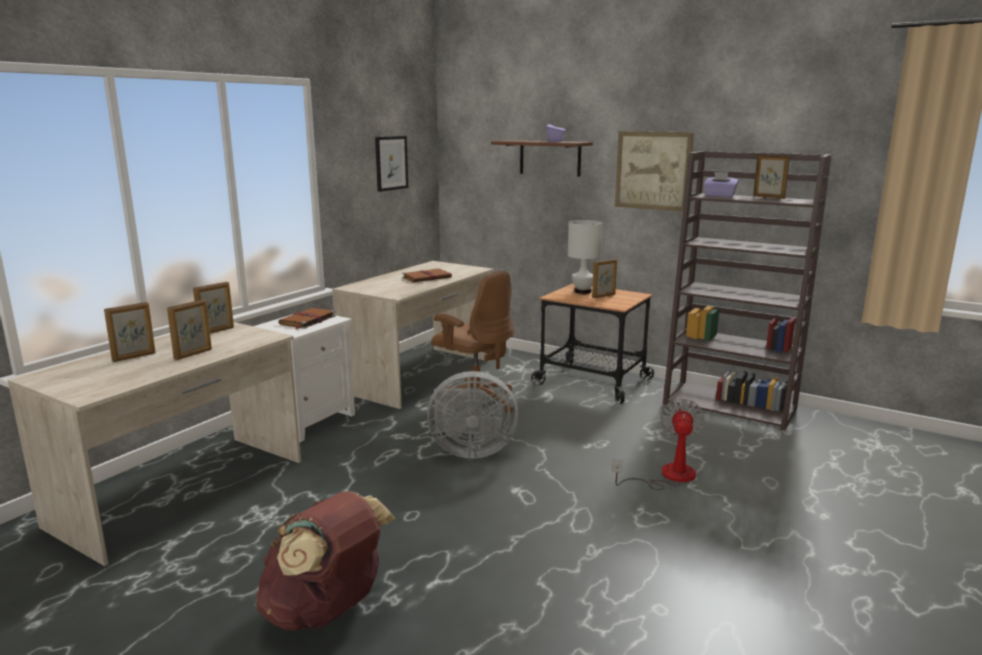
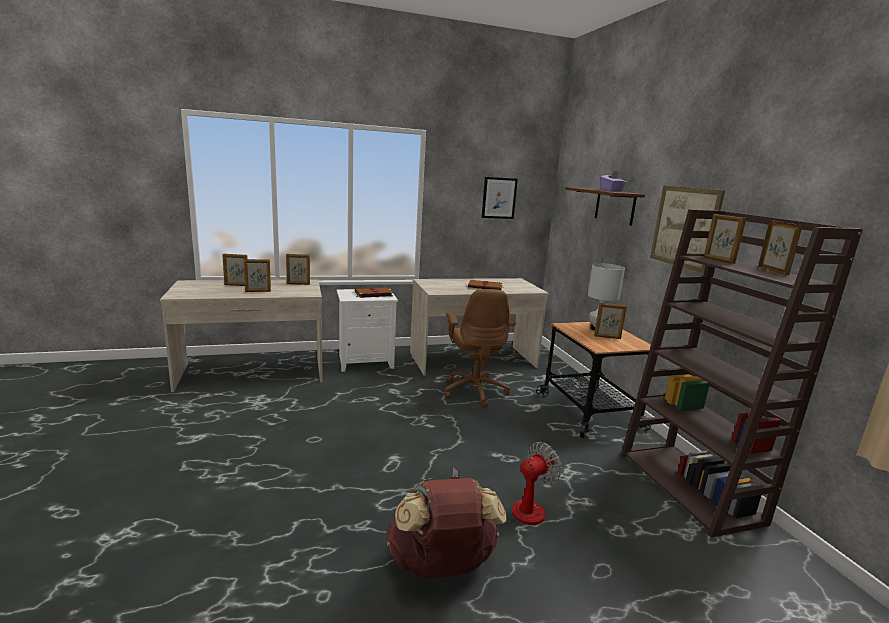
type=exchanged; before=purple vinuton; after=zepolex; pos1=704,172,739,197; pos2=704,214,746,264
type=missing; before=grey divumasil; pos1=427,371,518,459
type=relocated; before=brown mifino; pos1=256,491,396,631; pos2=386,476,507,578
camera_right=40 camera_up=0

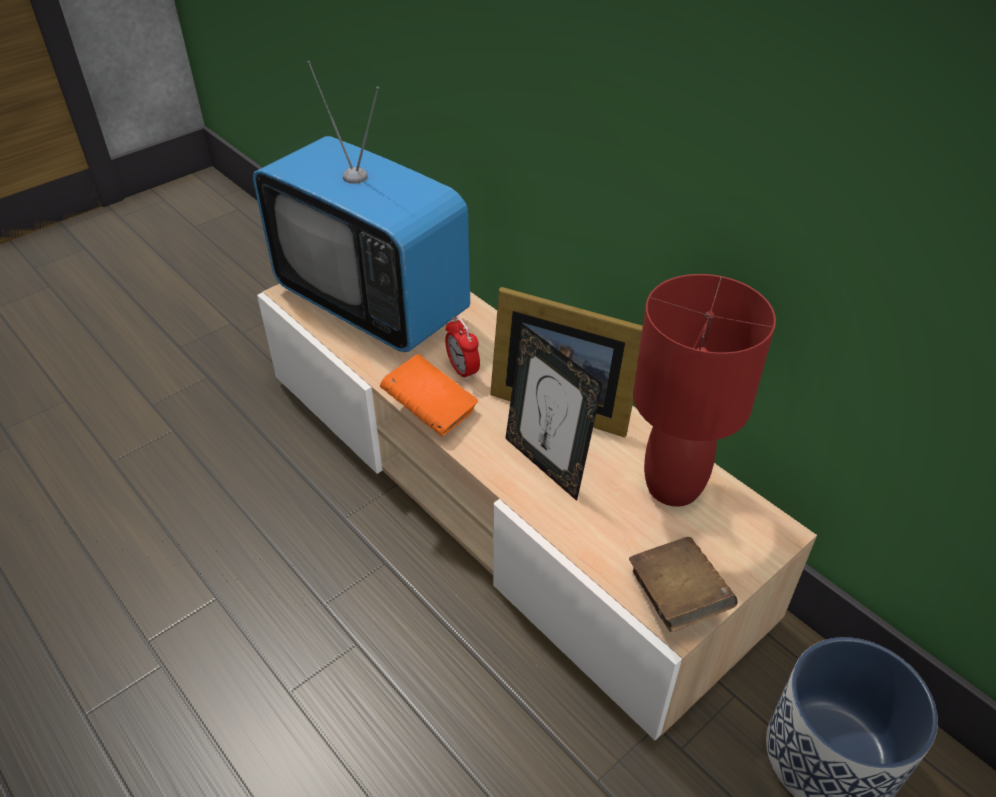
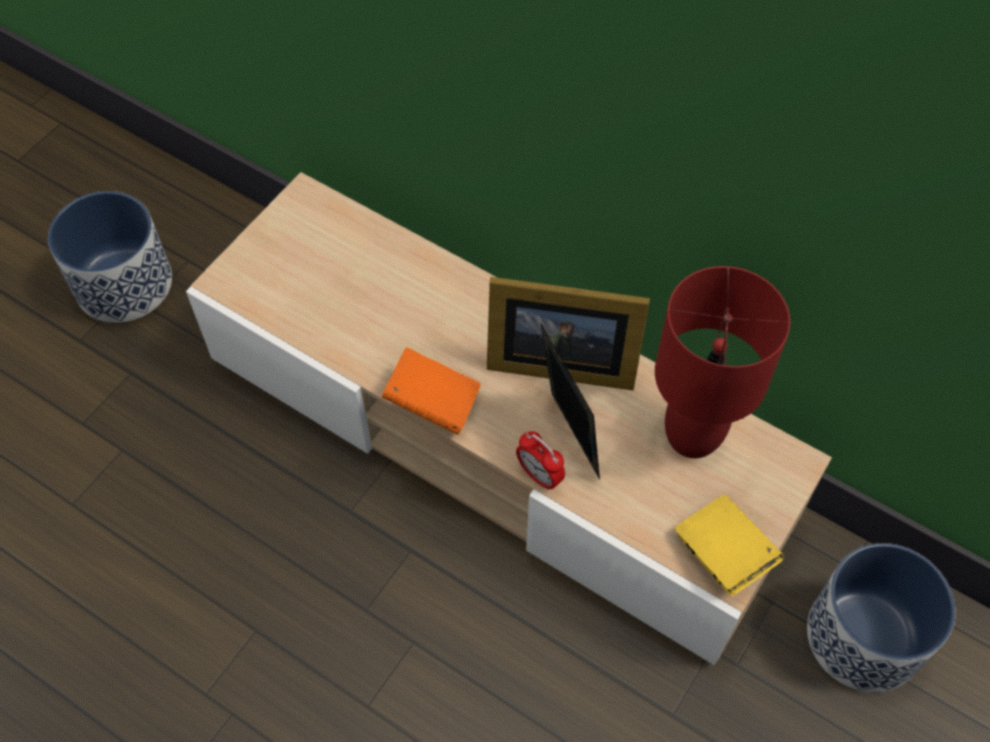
type=missing; before=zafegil; pos1=253,61,470,352
type=relocated; before=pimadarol; pos1=445,316,480,381; pos2=516,431,565,491
type=spun; before=zepolex; pos1=505,323,603,501; pos2=541,324,600,480; turn=-150
type=colour; before=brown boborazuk; after=yellow boborazuk; pos1=629,537,738,632; pos2=675,495,784,596
type=appeared; after=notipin; pos2=48,191,172,323
camera_right=-15 camera_up=15

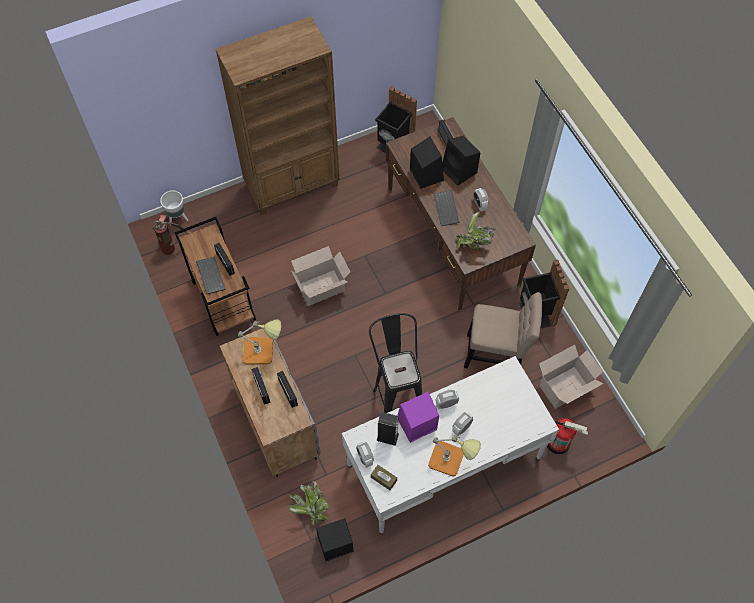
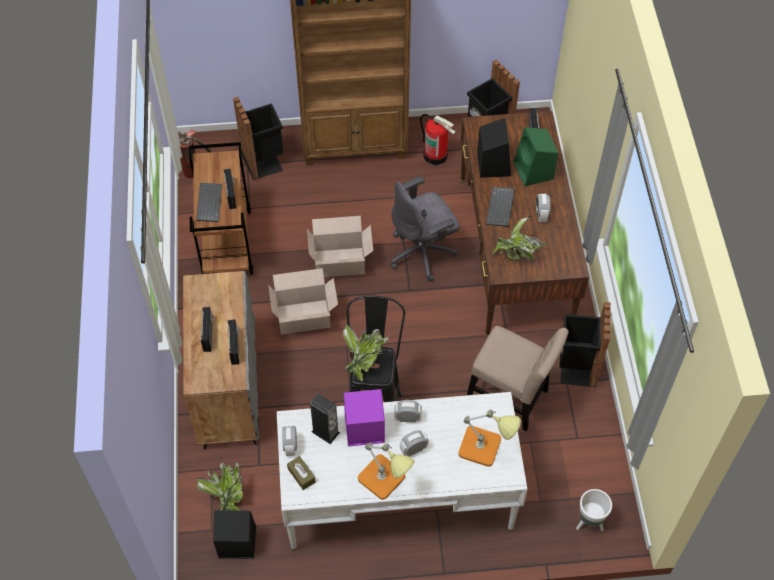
type=colour; before=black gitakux; after=green gitakux; pos1=442,136,480,186; pos2=513,127,558,186
type=relocated; before=white notipin; pos1=160,190,188,225; pos2=576,489,612,531
type=relocated; before=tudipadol; pos1=238,319,281,364; pos2=458,410,521,467
type=relocated; before=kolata; pos1=539,345,603,409; pos2=269,268,338,335
type=relocated; before=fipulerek; pos1=547,418,588,455; pos2=420,114,455,165
type=appeared; after=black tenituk; pos2=233,97,283,180
type=appeared; after=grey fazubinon; pos2=391,176,460,281
type=appeared; after=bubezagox; pos2=343,324,389,382
camera_right=20 camera_up=-5

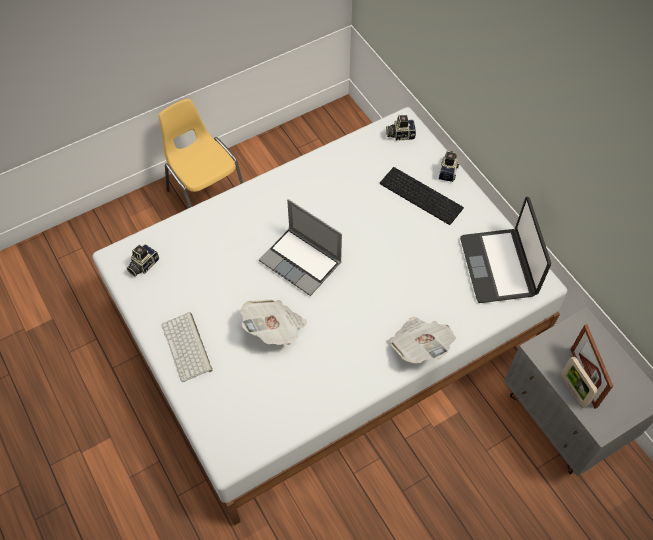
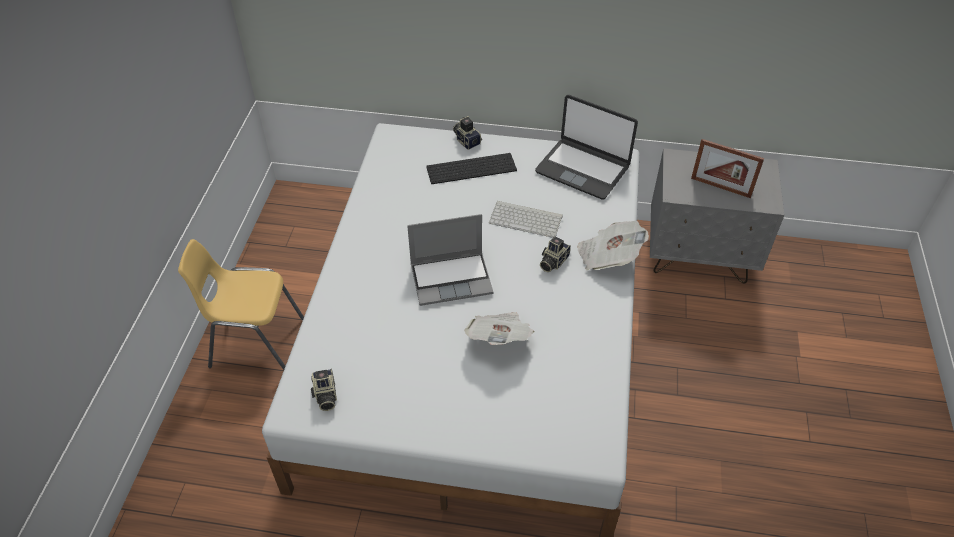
type=relocated; before=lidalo; pos1=386,115,416,141; pos2=540,236,571,272
type=relocated; before=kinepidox; pos1=161,312,213,382; pos2=489,200,562,238
type=missing; before=zepolex; pos1=561,356,598,408
camera_right=-50 camera_up=-10

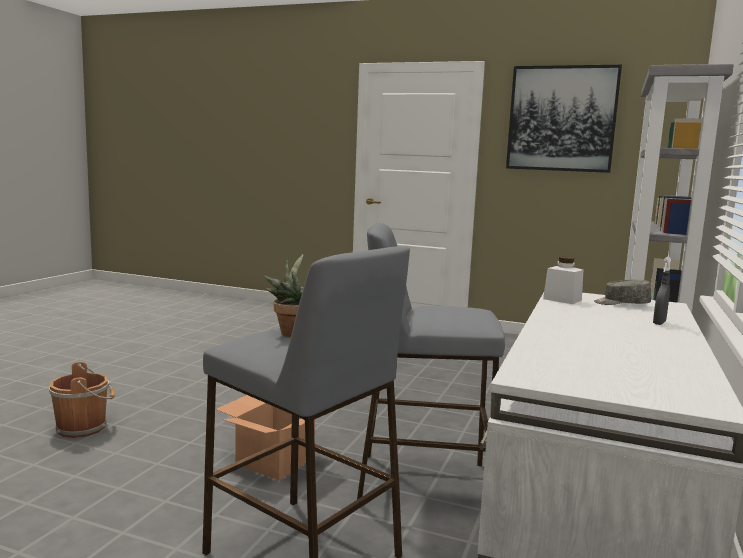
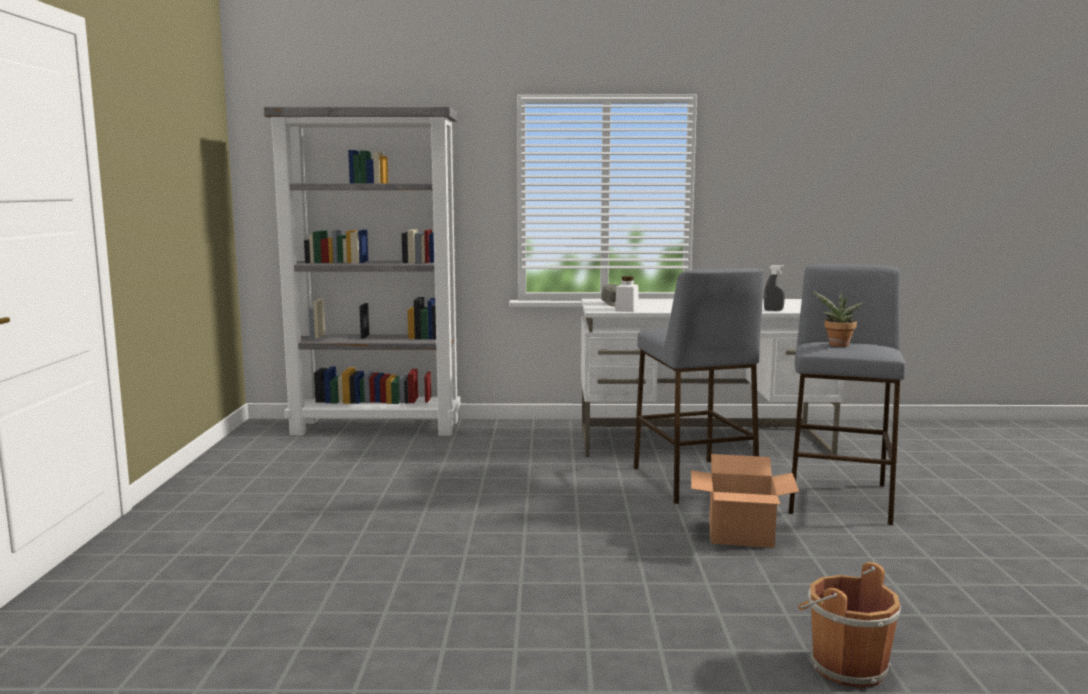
type=missing; before=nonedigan; pos1=506,65,622,173
type=relocated; before=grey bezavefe; pos1=653,257,671,325; pos2=764,265,785,311
camera_right=-110 camera_up=0

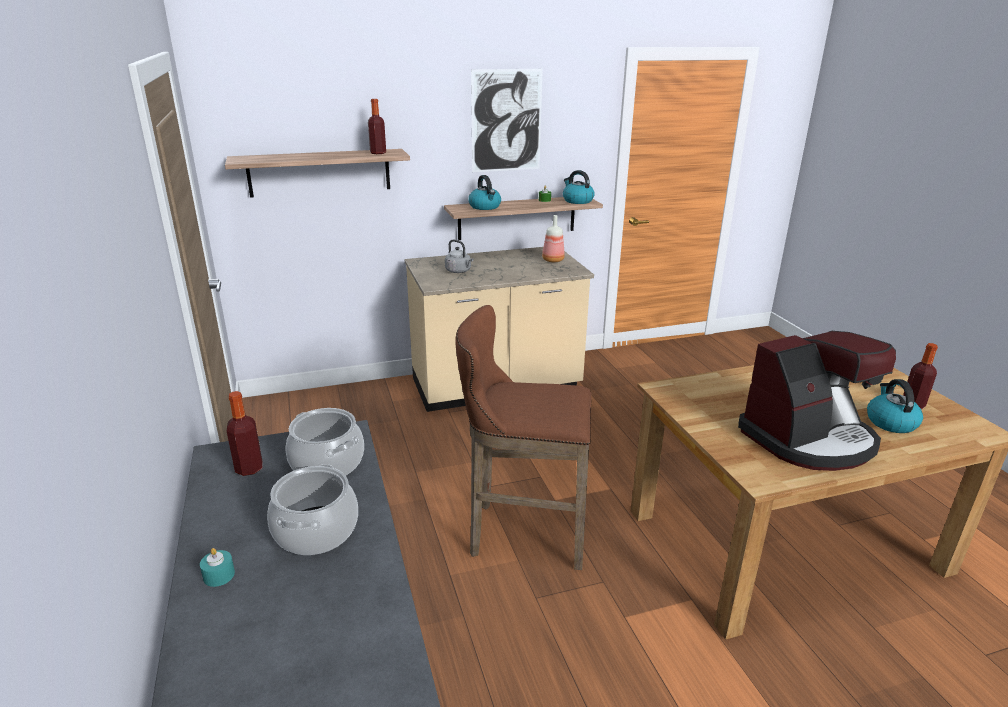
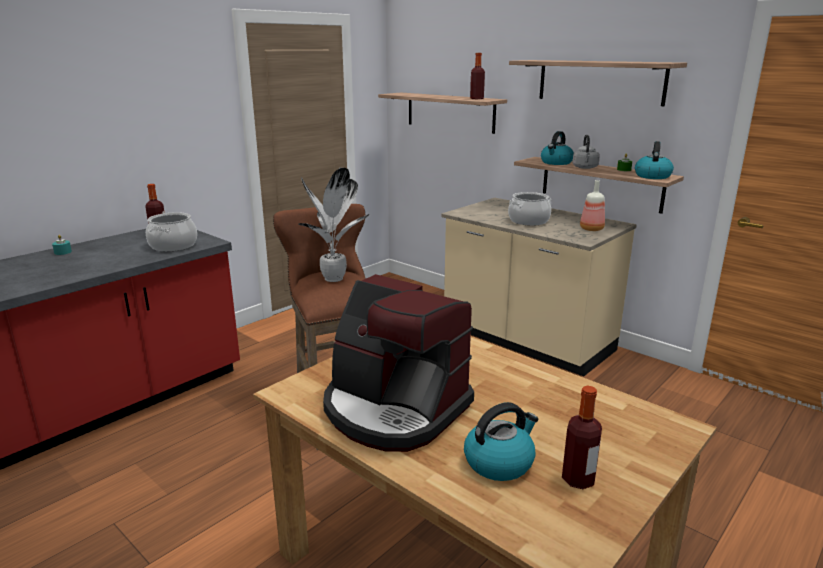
type=exchanged; before=nonedigan; after=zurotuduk; pos1=471,69,543,172; pos2=509,60,687,106
type=relocated; before=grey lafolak; pos1=445,239,473,273; pos2=573,135,600,169
type=relocated; before=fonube; pos1=267,464,358,555; pos2=508,192,551,226
type=appeared; after=bubezagox; pos2=299,168,370,282
camera_right=60 camera_up=-5

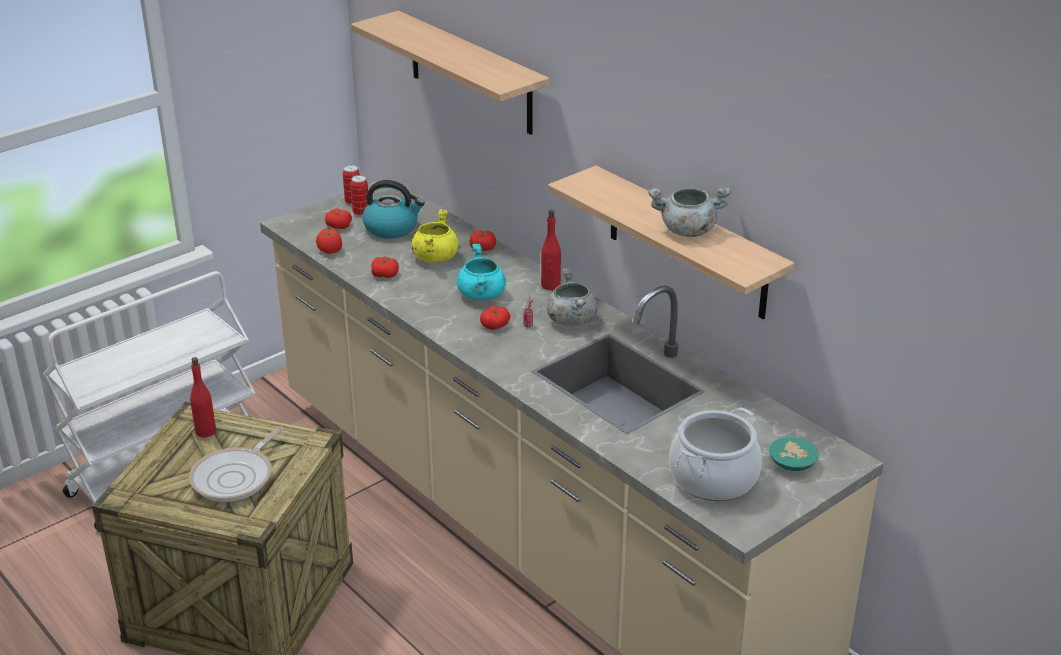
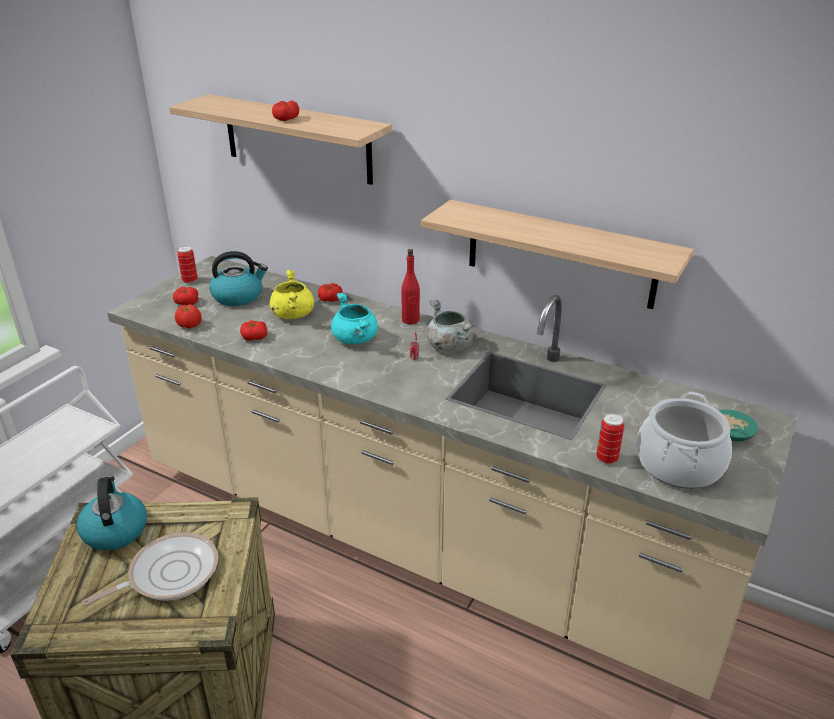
type=relocated; before=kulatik; pos1=351,175,368,216; pos2=596,413,624,464
type=missing; before=grey fonube; pos1=648,187,731,237
type=relocated; before=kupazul; pos1=480,306,510,330; pos2=272,100,299,121
type=exchanged; before=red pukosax; after=lafolak; pos1=190,357,216,438; pos2=77,476,147,551
type=spun; before=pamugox; pos1=189,426,284,502; pos2=81,532,218,606; turn=-135
camera_right=-20 camera_up=0

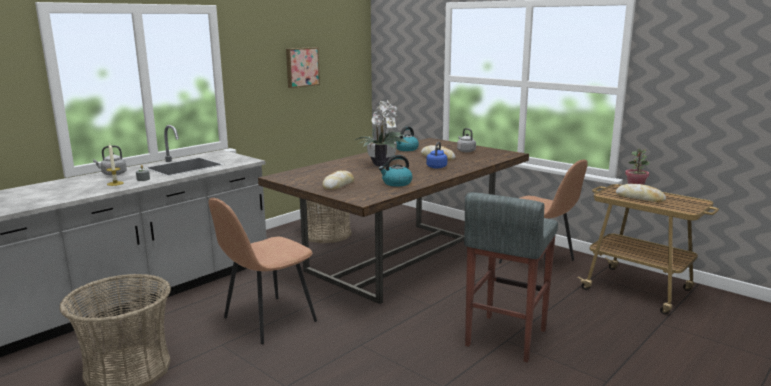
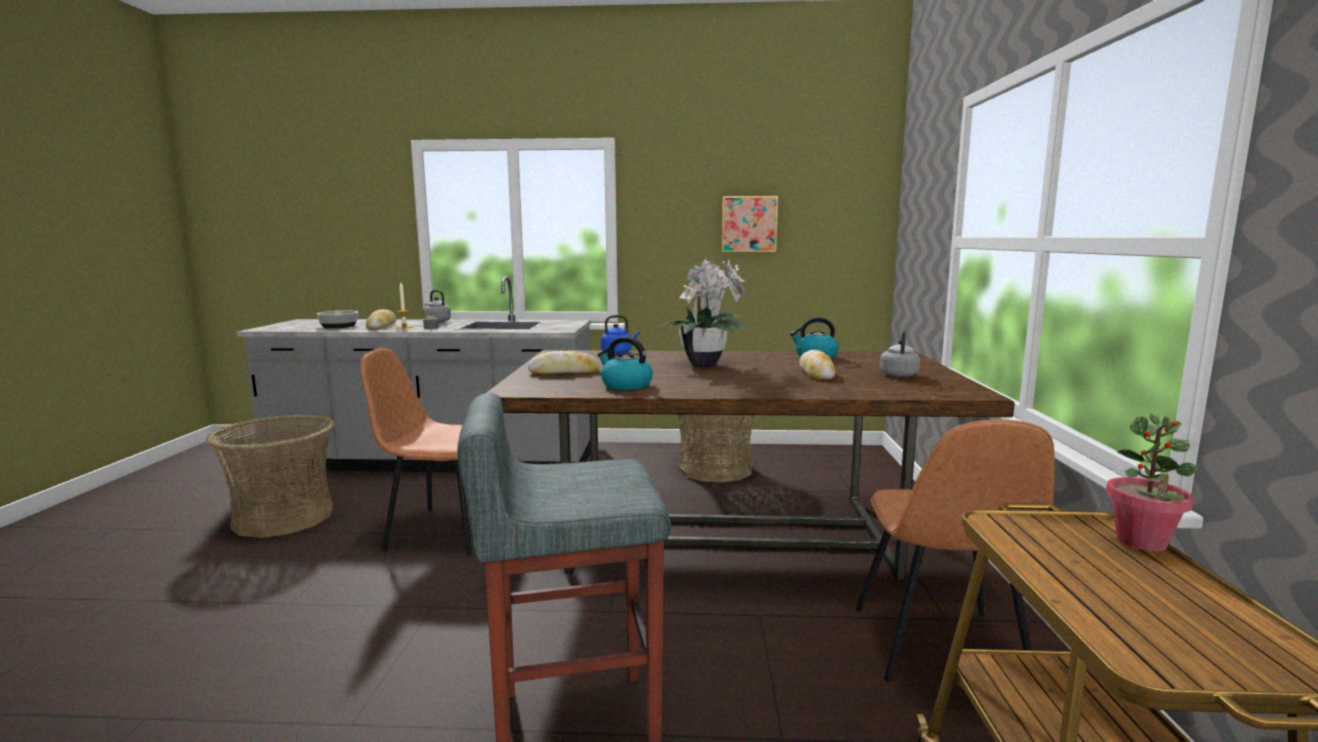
type=relocated; before=blue lafolak; pos1=426,141,447,169; pos2=601,315,640,354
type=relocated; before=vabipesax; pos1=616,184,666,203; pos2=366,309,396,329
type=appeared; after=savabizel; pos2=317,311,358,328
camera_right=50 camera_up=-5

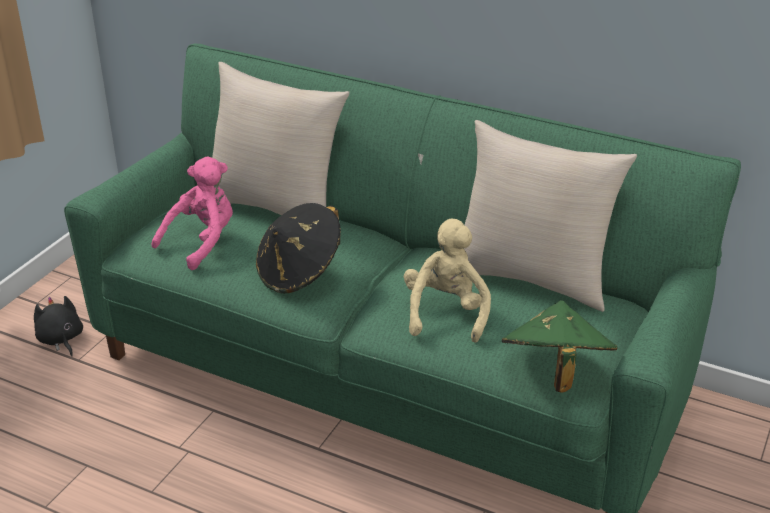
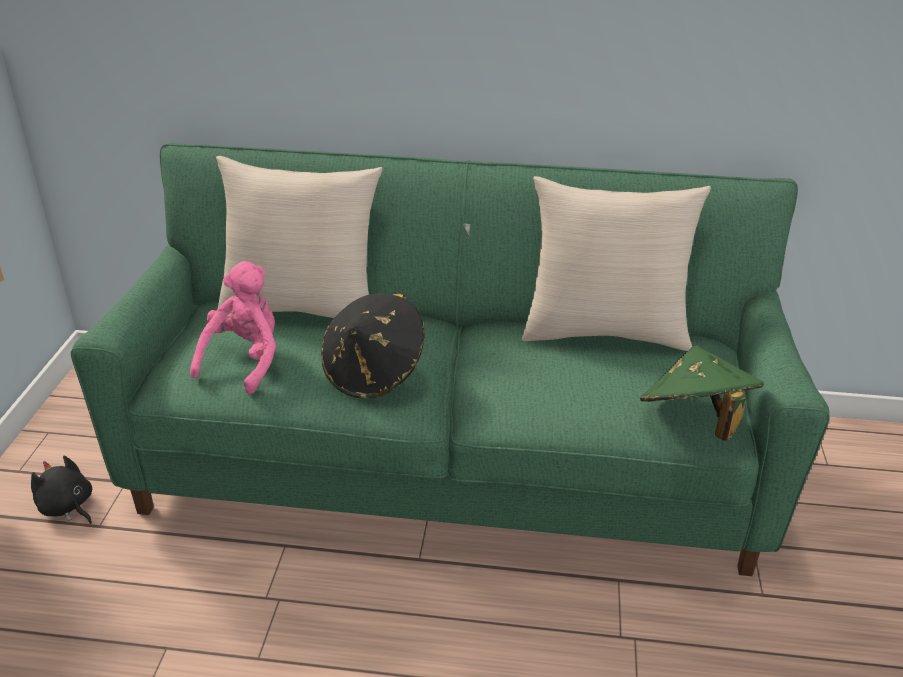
type=missing; before=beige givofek; pos1=404,219,491,343
camera_right=-20 camera_up=0

